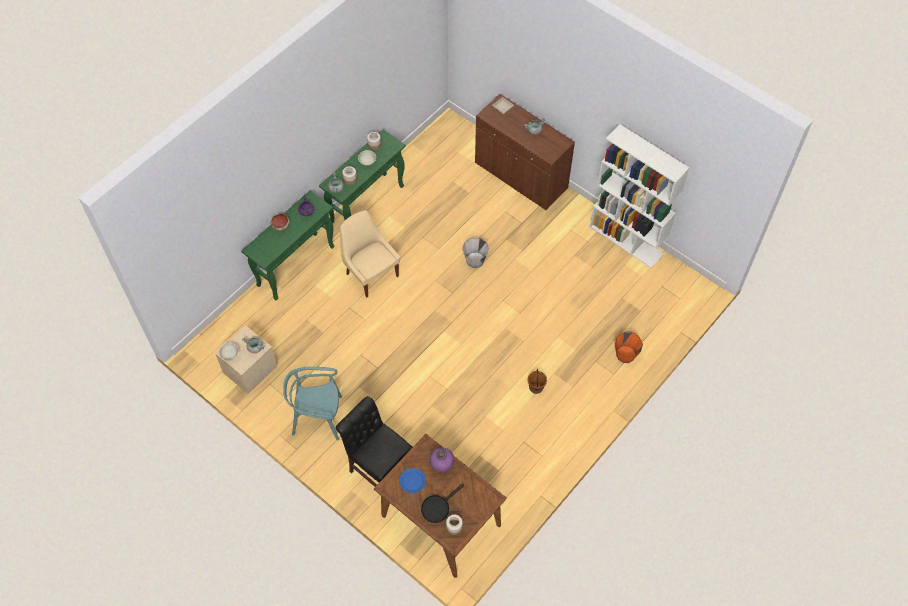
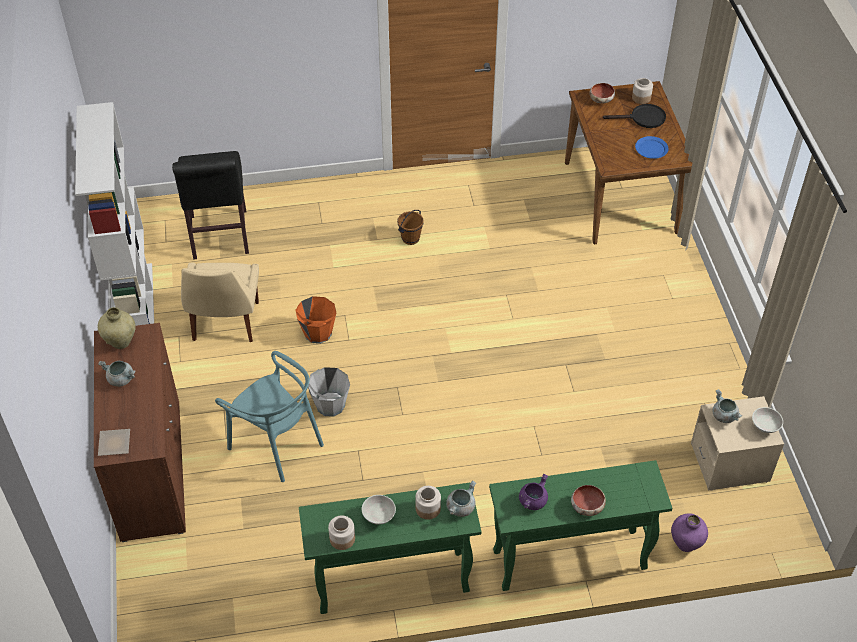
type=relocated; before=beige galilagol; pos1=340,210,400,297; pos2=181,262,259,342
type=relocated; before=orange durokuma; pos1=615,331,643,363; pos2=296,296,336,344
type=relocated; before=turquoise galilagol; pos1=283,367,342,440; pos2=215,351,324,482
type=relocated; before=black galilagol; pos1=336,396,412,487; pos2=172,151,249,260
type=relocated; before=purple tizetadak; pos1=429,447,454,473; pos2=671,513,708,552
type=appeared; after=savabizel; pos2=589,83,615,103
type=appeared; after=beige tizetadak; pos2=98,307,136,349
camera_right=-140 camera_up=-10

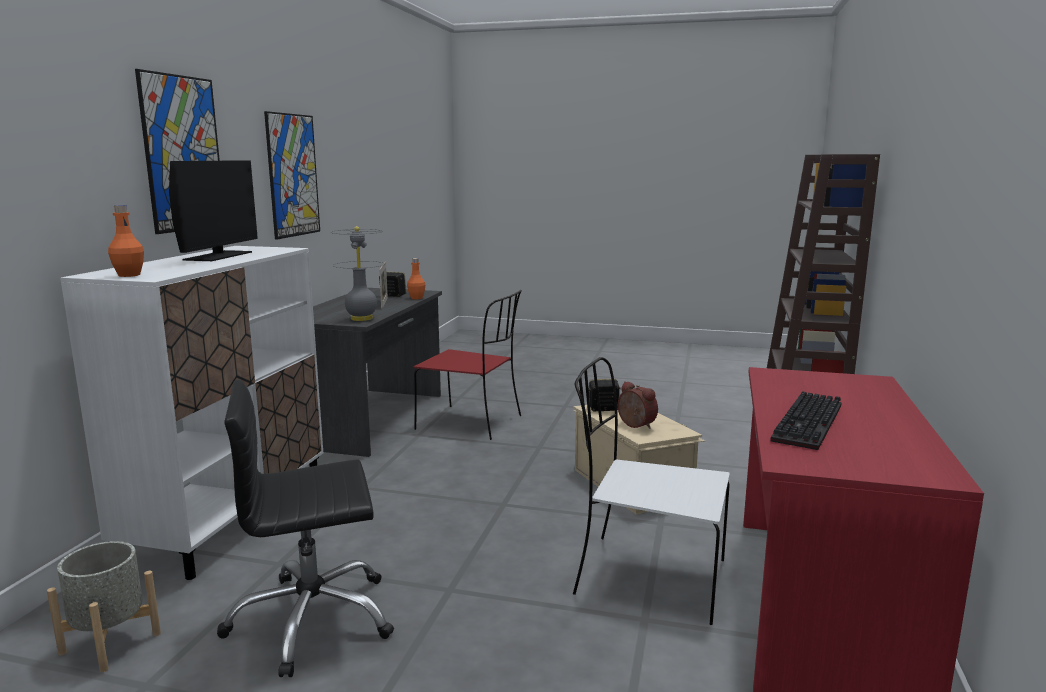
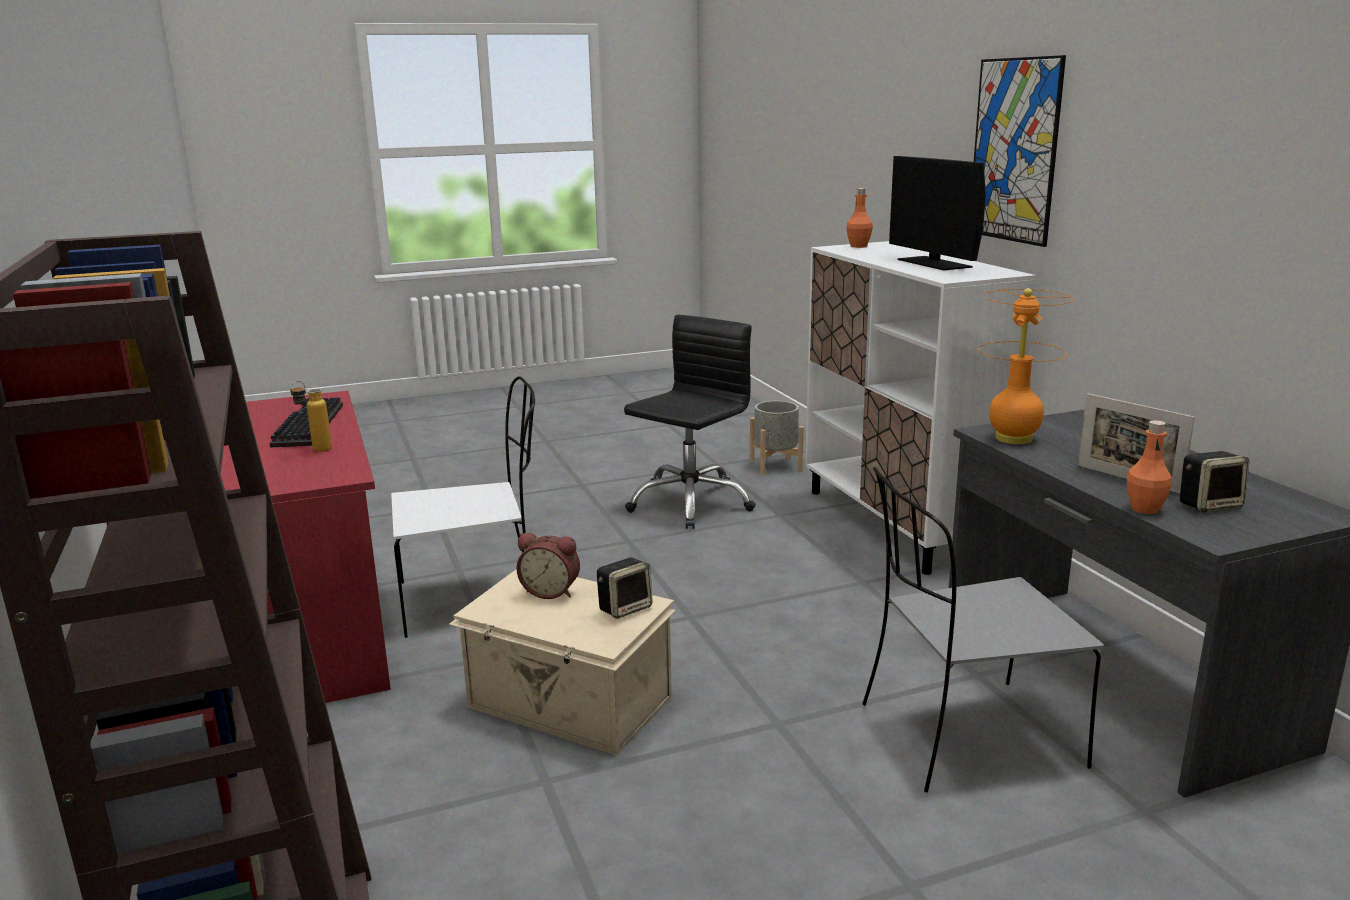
type=missing; before=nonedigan; pos1=264,111,320,240
type=colour; before=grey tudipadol; after=orange tudipadol; pos1=332,226,383,321; pos2=979,288,1073,444
type=colour; before=red galilagol; after=grey galilagol; pos1=414,290,522,440; pos2=862,467,1104,792
type=appeared; after=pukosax; pos2=290,380,332,452
camera_right=145 camera_up=5

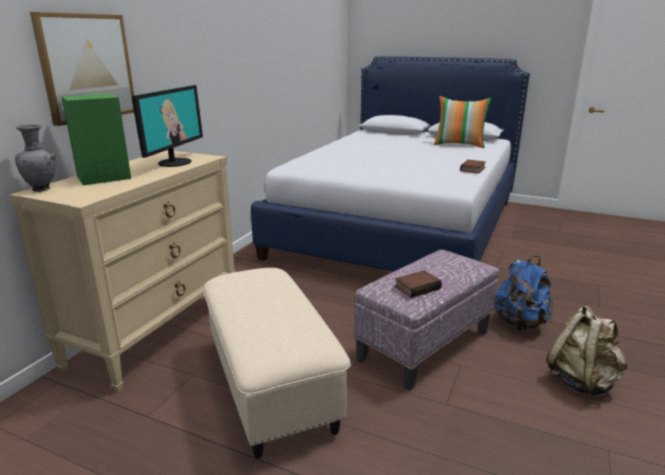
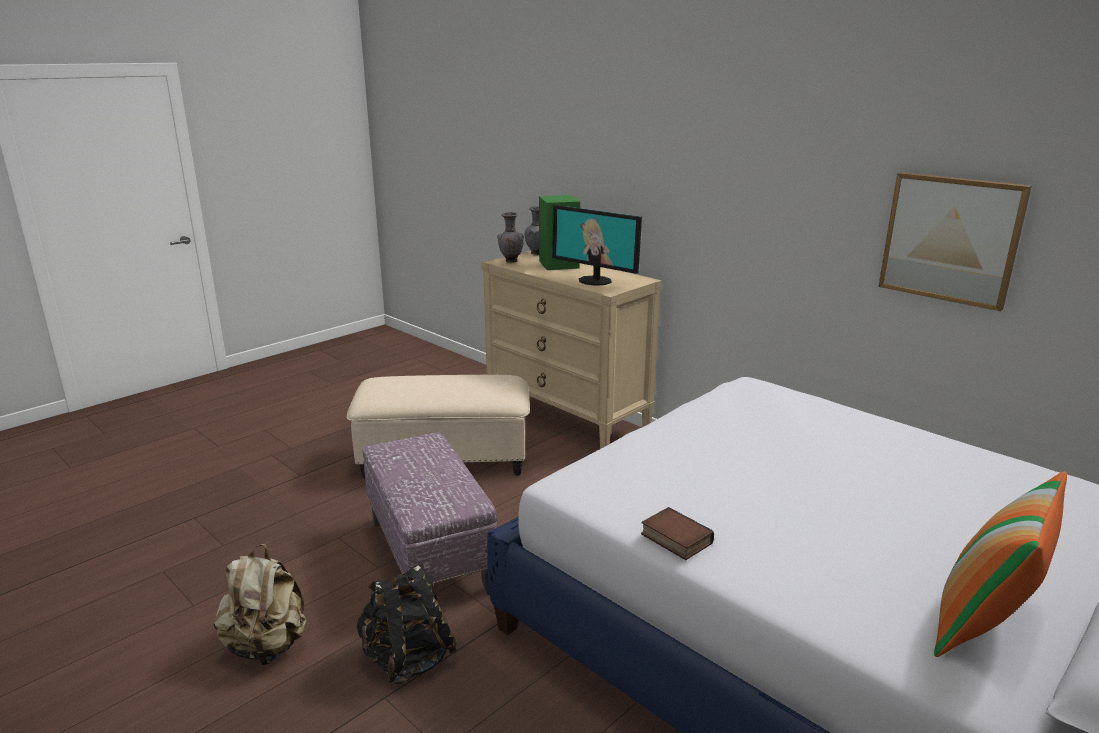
type=relocated; before=nonedigan; pos1=30,12,134,126; pos2=879,172,1032,311
type=colour; before=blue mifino; after=black mifino; pos1=495,256,551,331; pos2=357,565,457,685
type=missing; before=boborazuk; pos1=395,270,442,298
type=appeared; after=grey tizetadak; pos2=497,212,524,263
camera_right=110 camera_up=0

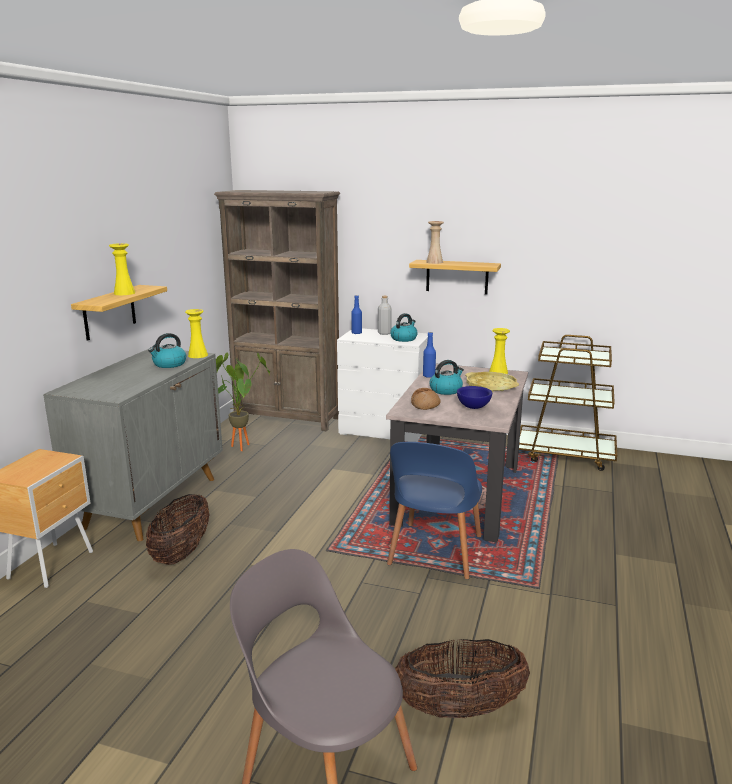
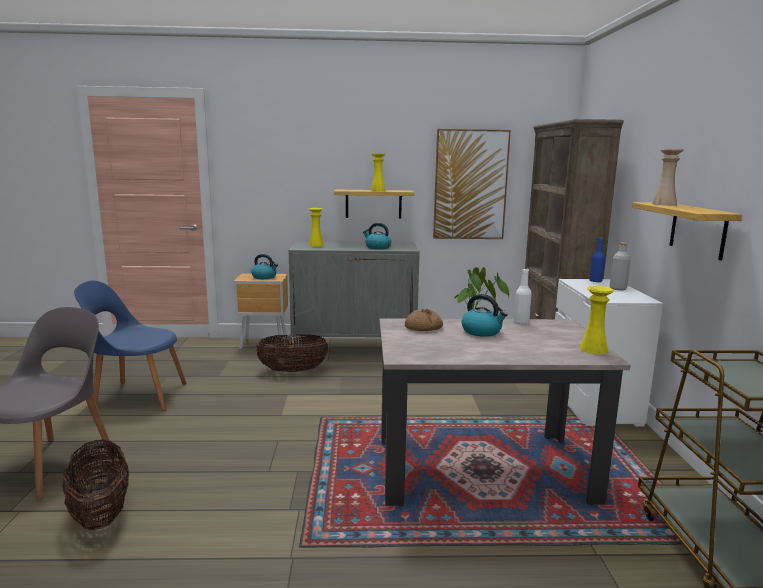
type=relocated; before=yellow tizetadak; pos1=185,309,208,358; pos2=308,208,324,247
type=relocated; before=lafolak; pos1=390,313,418,342; pos2=251,254,278,279
type=colour; before=blue pukosax; after=white pukosax; pos1=423,332,436,378; pos2=514,268,532,324
type=missing; before=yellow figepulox; pos1=465,372,519,392
type=missing; before=blue savabizel; pos1=457,386,492,409
type=relocated; before=blue galilagol; pos1=387,442,482,579; pos2=74,281,187,411
type=appeared; after=nonedigan; pos2=433,129,511,239
camera_right=70 camera_up=-5

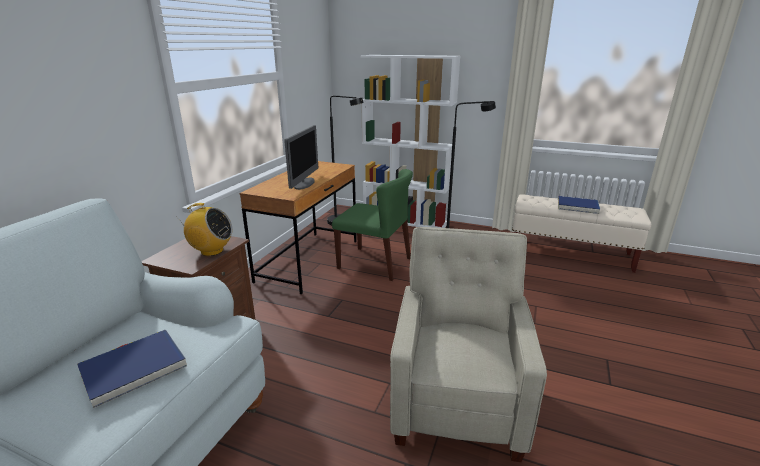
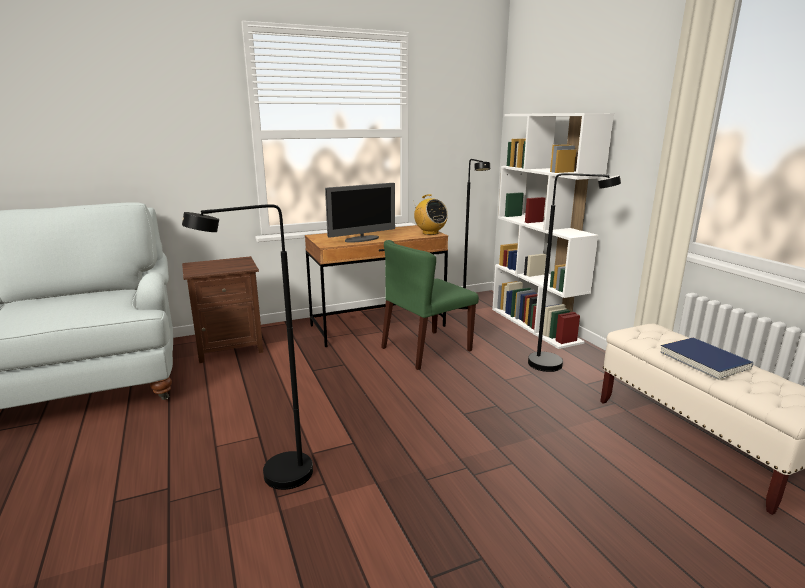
type=spun; before=green galilagol; pos1=332,169,413,281; pos2=381,240,479,370; turn=75
type=relocated; before=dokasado; pos1=176,203,233,256; pos2=413,194,448,235
type=exchanged; before=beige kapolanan; after=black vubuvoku; pos1=390,227,547,462; pos2=182,204,313,490
type=missing; before=blue boborazuk; pos1=77,330,187,408
camera_right=45 camera_up=-5

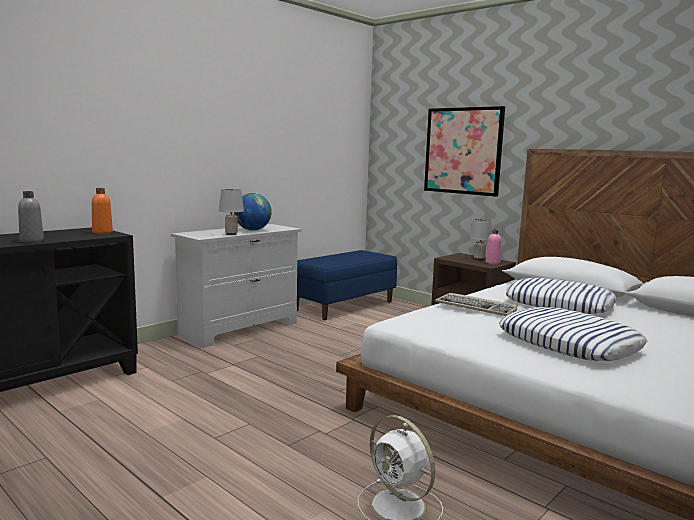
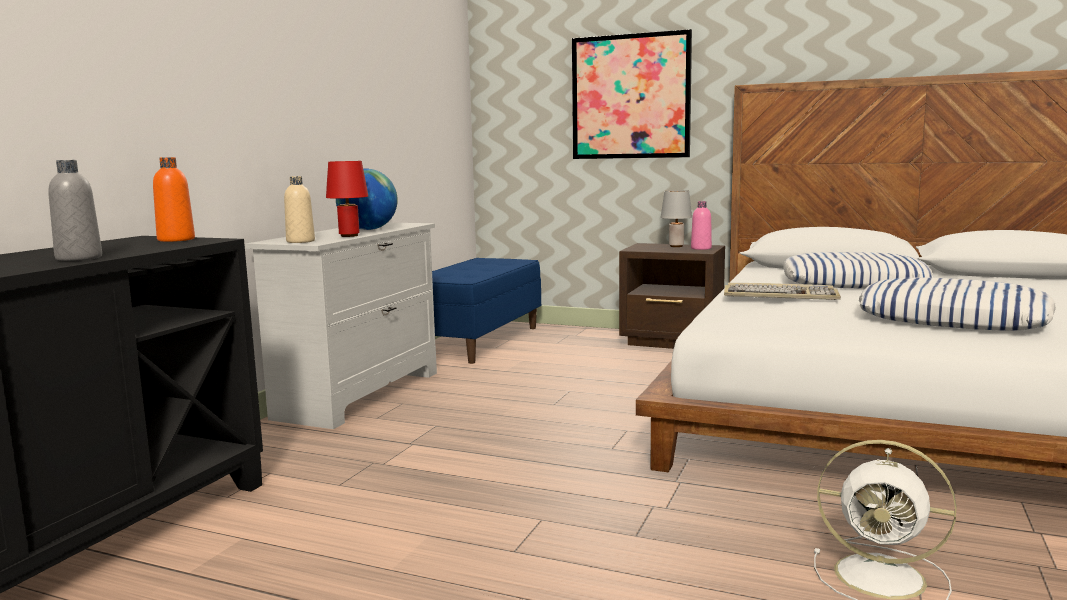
type=colour; before=grey tudipadol; after=red tudipadol; pos1=219,189,244,235; pos2=326,161,368,237
type=appeared; after=beige pukosax; pos2=284,176,315,243
camera_right=-20 camera_up=0

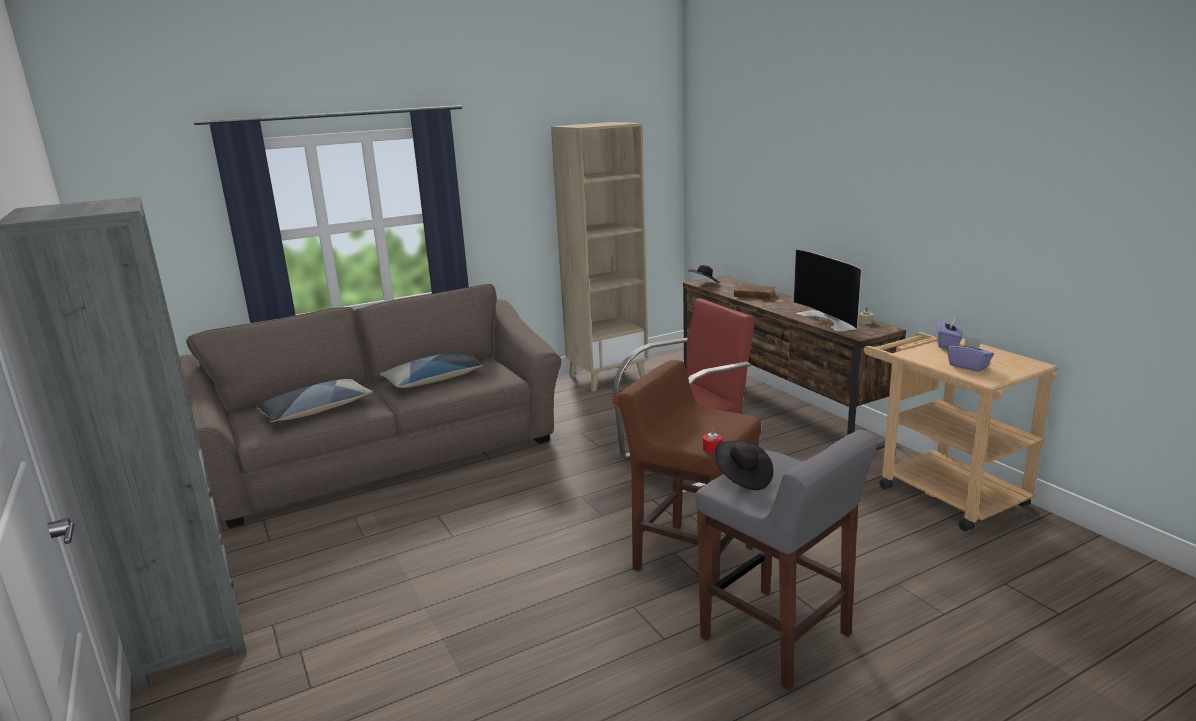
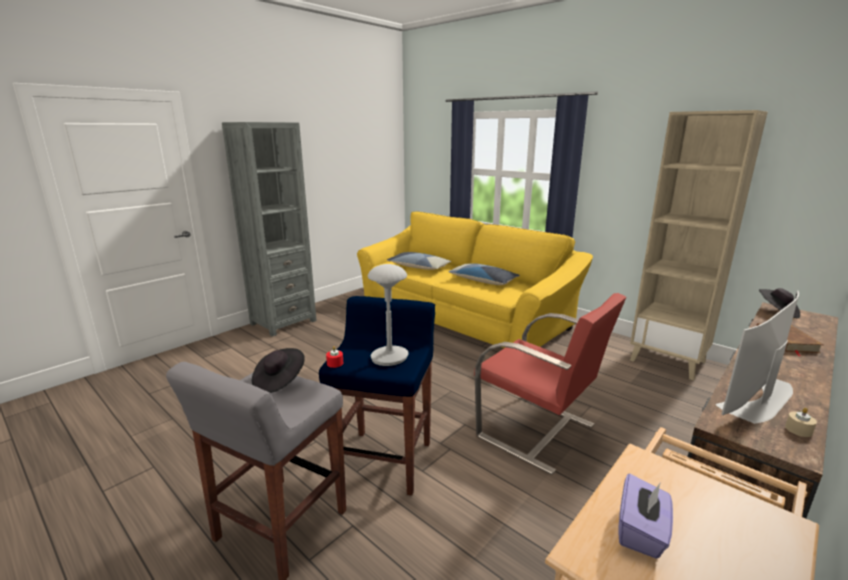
type=colour; before=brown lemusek; after=yellow lemusek; pos1=179,284,562,528; pos2=357,212,593,348
type=missing; before=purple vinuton; pos1=937,318,963,348
type=colour; before=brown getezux; after=blue getezux; pos1=618,360,761,584; pos2=319,296,435,496
type=appeared; after=grey tudipadol; pos2=368,264,409,366
camera_right=70 camera_up=0

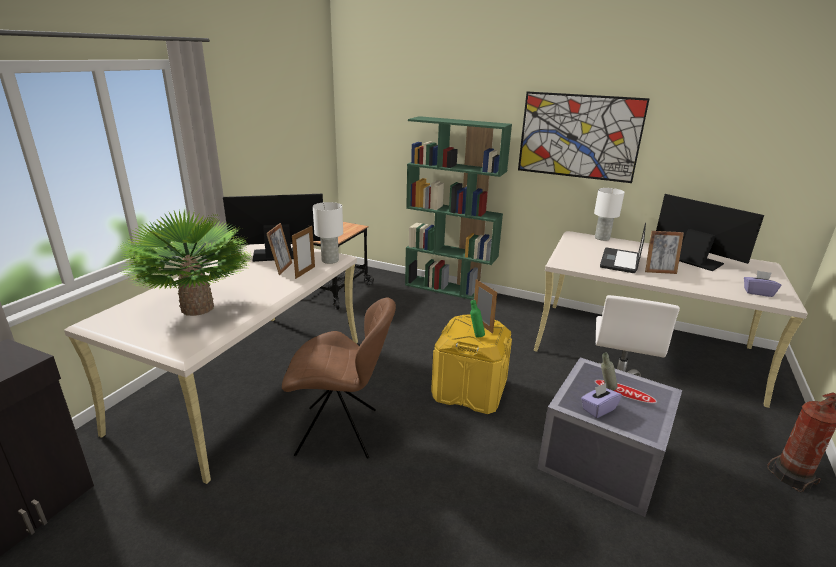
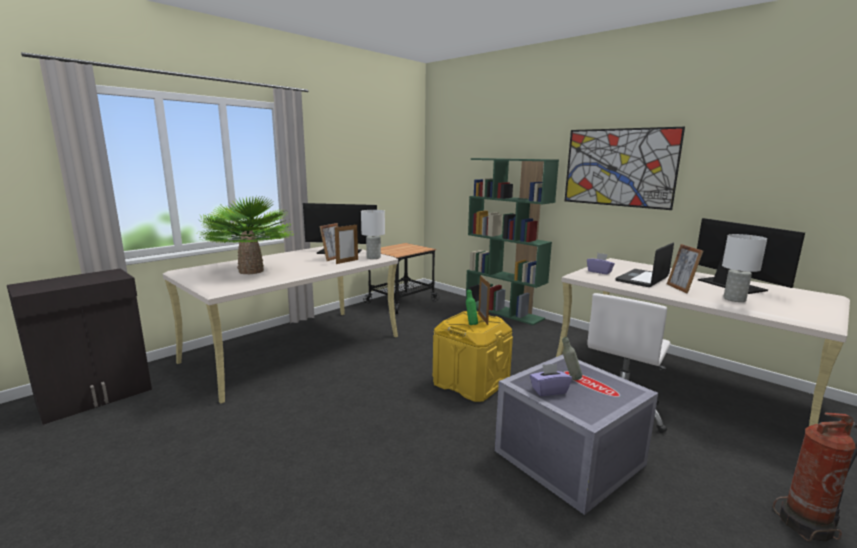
type=relocated; before=white tudipadol; pos1=594,188,625,241; pos2=722,234,767,302
type=spun; before=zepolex; pos1=645,231,684,274; pos2=667,244,703,294; turn=60
type=relocated; before=purple vinuton; pos1=744,270,782,297; pos2=587,253,615,274
type=missing; before=brown galilagol; pos1=282,297,396,459
camera_right=20 camera_up=-10

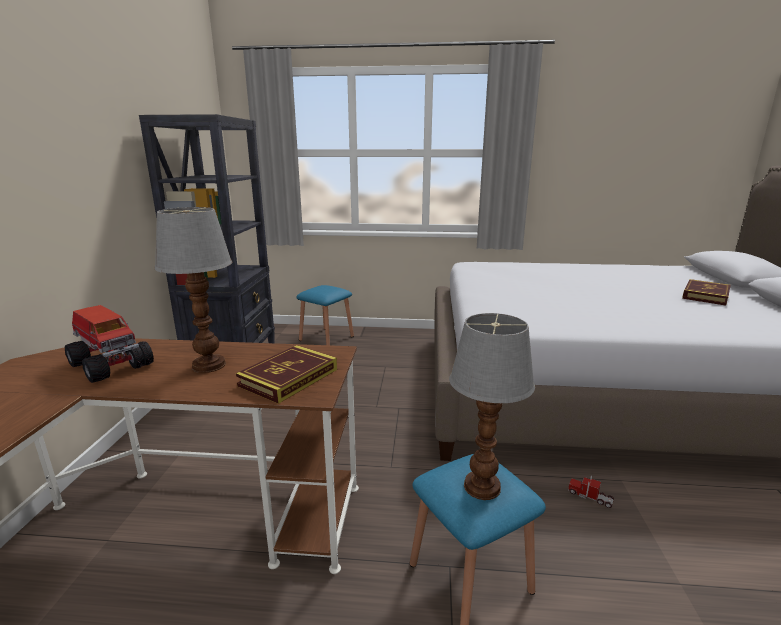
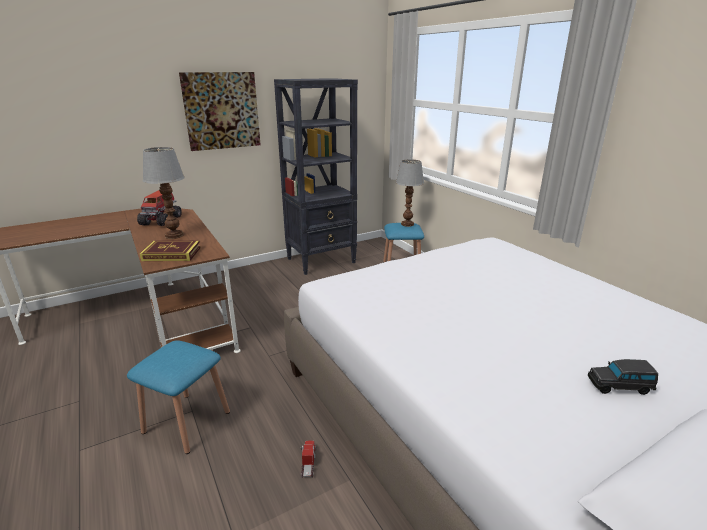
type=exchanged; before=boborazuk; after=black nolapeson; pos1=682,279,731,305; pos2=588,359,658,395
type=relocated; before=tudipadol; pos1=449,313,535,500; pos2=396,159,424,227
type=appeared; after=nonedigan; pos2=179,72,261,151
camera_right=55 camera_up=5

